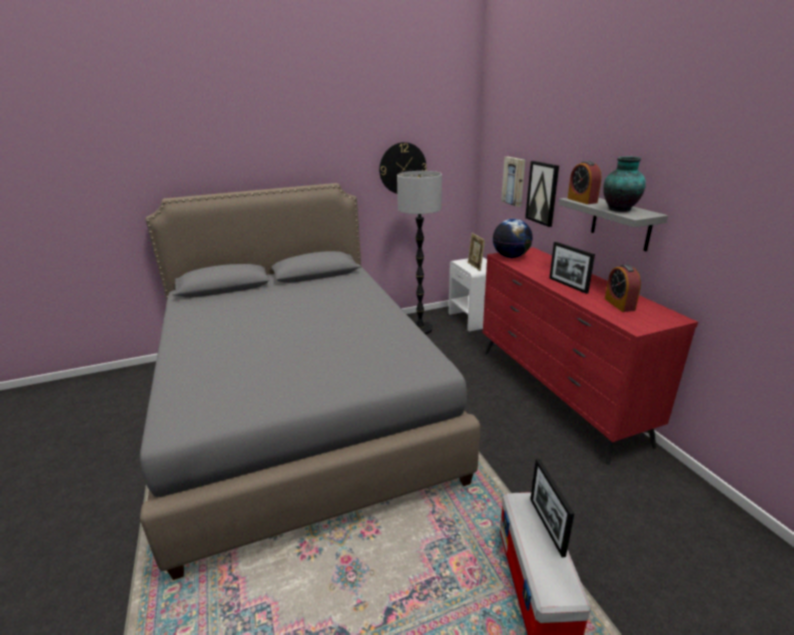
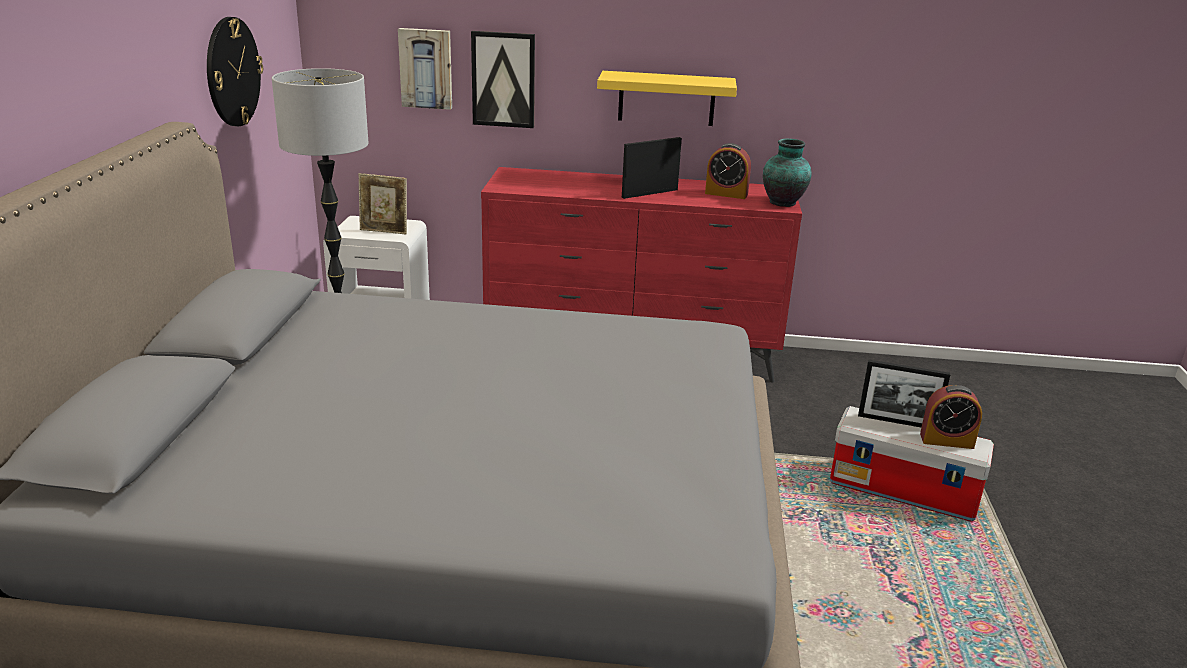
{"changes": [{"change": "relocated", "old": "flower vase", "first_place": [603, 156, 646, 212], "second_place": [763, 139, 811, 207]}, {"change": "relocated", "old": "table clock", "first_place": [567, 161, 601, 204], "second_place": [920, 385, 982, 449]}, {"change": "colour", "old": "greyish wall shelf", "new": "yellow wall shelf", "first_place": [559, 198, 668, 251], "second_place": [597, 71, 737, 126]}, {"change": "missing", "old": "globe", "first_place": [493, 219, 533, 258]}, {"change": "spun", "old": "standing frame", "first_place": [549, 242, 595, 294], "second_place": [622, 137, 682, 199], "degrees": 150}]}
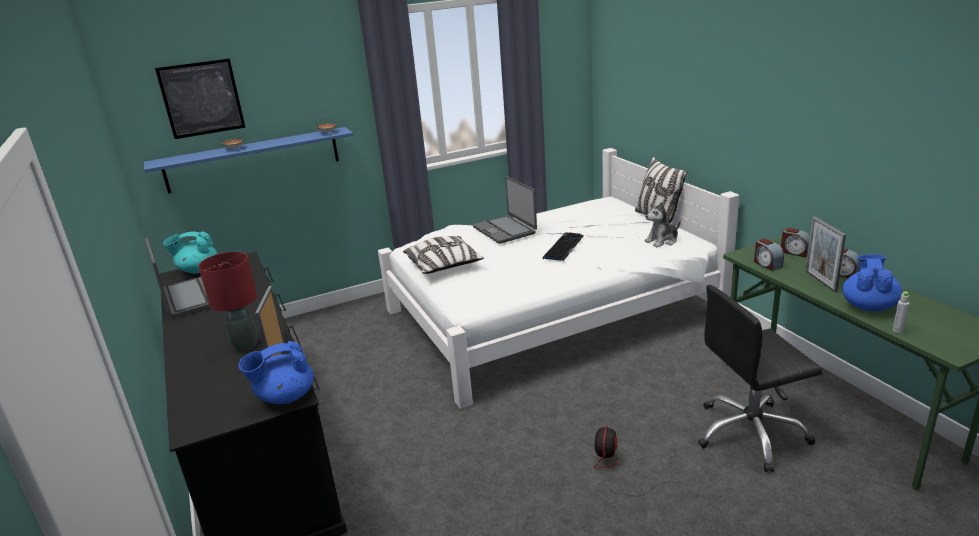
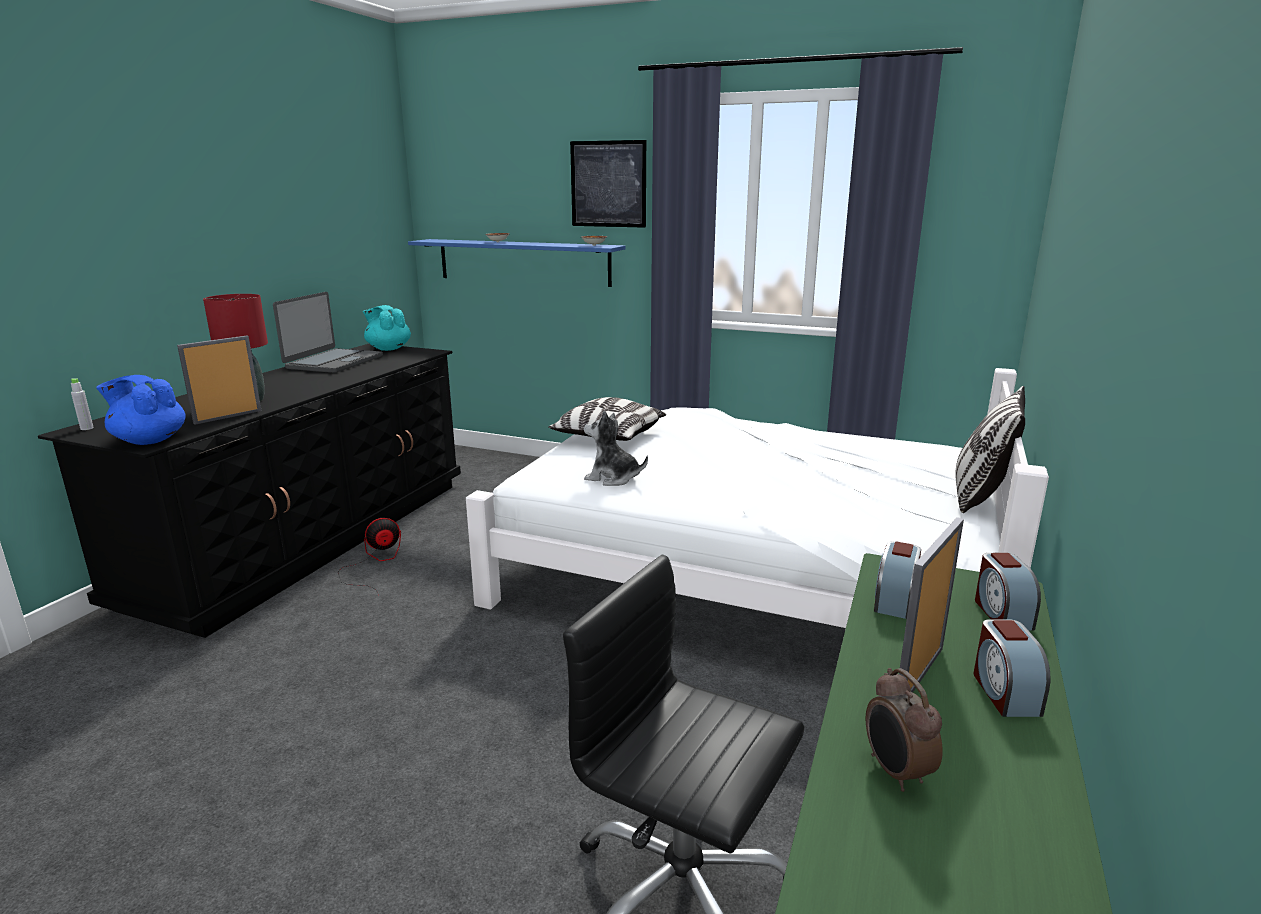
{"changes": [{"change": "relocated", "old": "wall picture", "first_place": [155, 59, 246, 139], "second_place": [570, 140, 646, 228]}, {"change": "missing", "old": "notebook computer", "first_place": [473, 176, 537, 244]}, {"change": "relocated", "old": "soft toy", "first_place": [644, 202, 681, 247], "second_place": [584, 411, 648, 486]}, {"change": "missing", "old": "keyboard", "first_place": [543, 232, 583, 261]}, {"change": "exchanged", "old": "blue tea pot", "new": "table clock", "first_place": [842, 254, 903, 312], "second_place": [866, 668, 943, 792]}, {"change": "relocated", "old": "greyish beverage bottle", "first_place": [893, 291, 909, 333], "second_place": [71, 378, 94, 430]}, {"change": "relocated", "old": "cooling fan", "first_place": [594, 426, 679, 496], "second_place": [338, 518, 401, 595]}]}
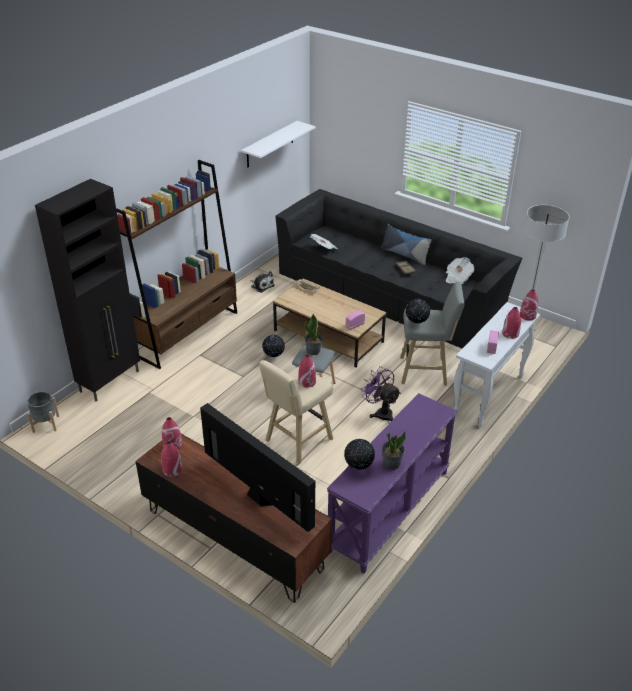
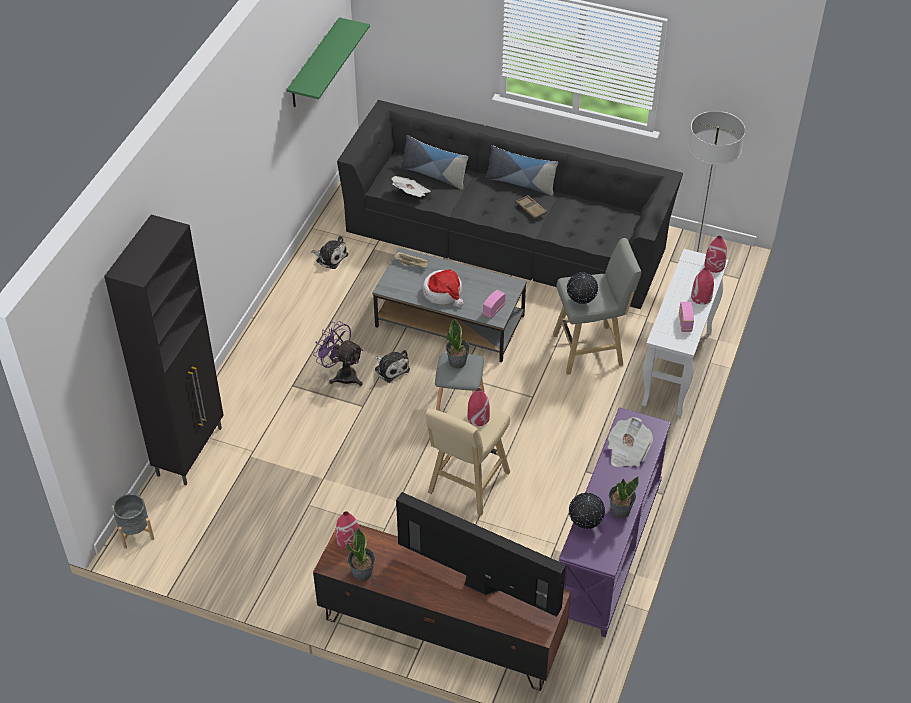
{"changes": [{"change": "colour", "old": "white wall shelf", "new": "green wall shelf", "first_place": [241, 121, 316, 167], "second_place": [287, 17, 370, 107]}, {"change": "missing", "old": "brownish bookcase", "first_place": [116, 160, 237, 369]}, {"change": "relocated", "old": "daily paper", "first_place": [446, 257, 474, 284], "second_place": [608, 417, 653, 467]}, {"change": "colour", "old": "brownish low table", "new": "greyish low table", "first_place": [273, 279, 387, 367], "second_place": [373, 248, 527, 362]}, {"change": "exchanged", "old": "globe", "new": "soft toy", "first_place": [262, 335, 285, 357], "second_place": [375, 350, 410, 383]}, {"change": "relocated", "old": "purple-coloured cooling fan", "first_place": [361, 366, 401, 421], "second_place": [313, 321, 363, 386]}, {"change": "exchanged", "old": "red-coloured flower vase", "new": "houseplant", "first_place": [161, 441, 182, 477], "second_place": [346, 528, 375, 581]}, {"change": "appeared", "new": "throw pillow", "second_place": [401, 135, 469, 190]}, {"change": "appeared", "new": "wearable hat", "second_place": [423, 269, 464, 307]}]}
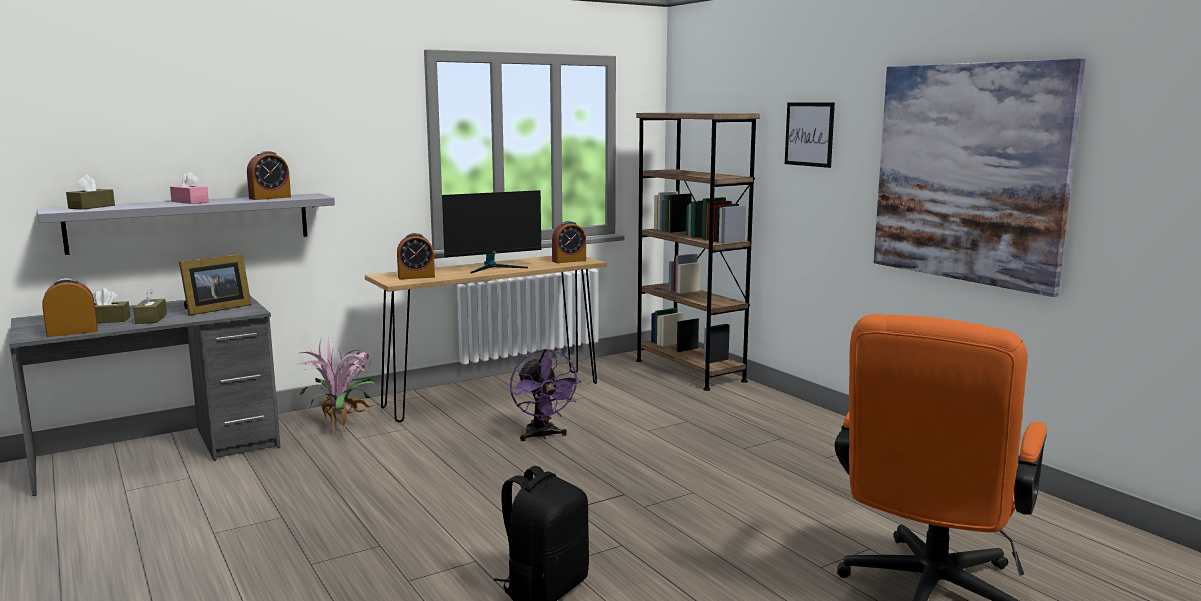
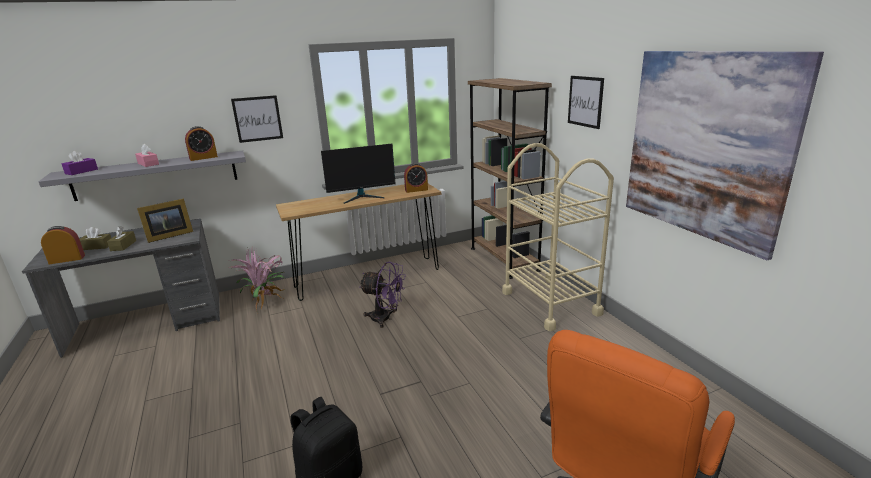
{"changes": [{"change": "colour", "old": "brownish tissue holder", "new": "purple-coloured tissue holder", "first_place": [66, 175, 115, 210], "second_place": [62, 151, 98, 175]}, {"change": "missing", "old": "table clock", "first_place": [397, 233, 435, 280]}, {"change": "spun", "old": "purple-coloured cooling fan", "first_place": [510, 349, 581, 441], "second_place": [359, 262, 406, 328], "degrees": -60}, {"change": "appeared", "new": "wall picture", "second_place": [231, 95, 283, 143]}, {"change": "appeared", "new": "sand-coloured cart", "second_place": [502, 143, 614, 331]}]}
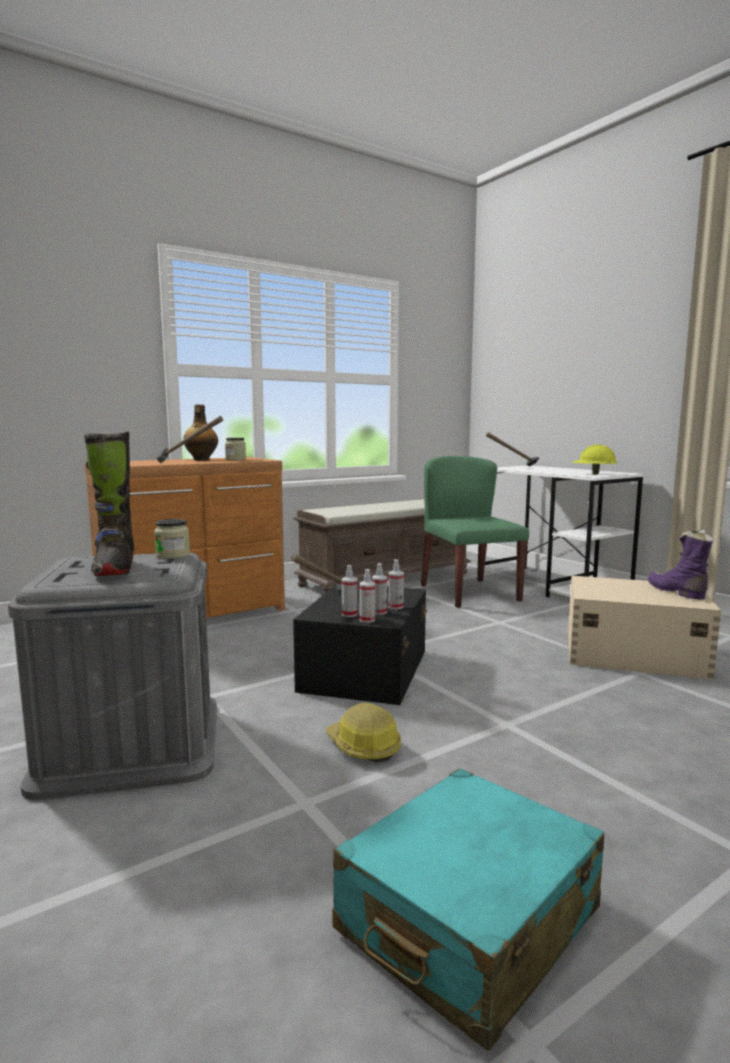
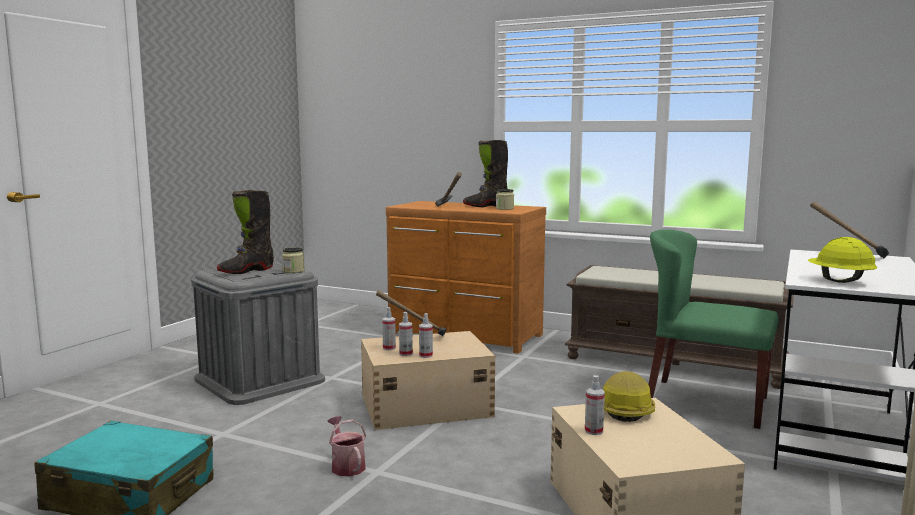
{"changes": [{"change": "exchanged", "old": "beverage bottle", "new": "black-coloured boot", "first_place": [183, 404, 218, 460], "second_place": [463, 140, 508, 207]}, {"change": "spun", "old": "green plain chair", "first_place": [421, 456, 529, 608], "second_place": [648, 229, 779, 429], "degrees": -105}, {"change": "missing", "old": "purple-coloured boot", "first_place": [648, 529, 714, 600]}, {"change": "relocated", "old": "hand sprayer", "first_place": [359, 569, 375, 623], "second_place": [585, 375, 605, 435]}, {"change": "colour", "old": "black-coloured storage box", "new": "sand-coloured storage box", "first_place": [293, 583, 427, 705], "second_place": [361, 331, 495, 430]}, {"change": "relocated", "old": "work helmet", "first_place": [325, 703, 401, 763], "second_place": [603, 371, 655, 422]}, {"change": "appeared", "new": "sprinkling can", "second_place": [328, 416, 366, 476]}]}
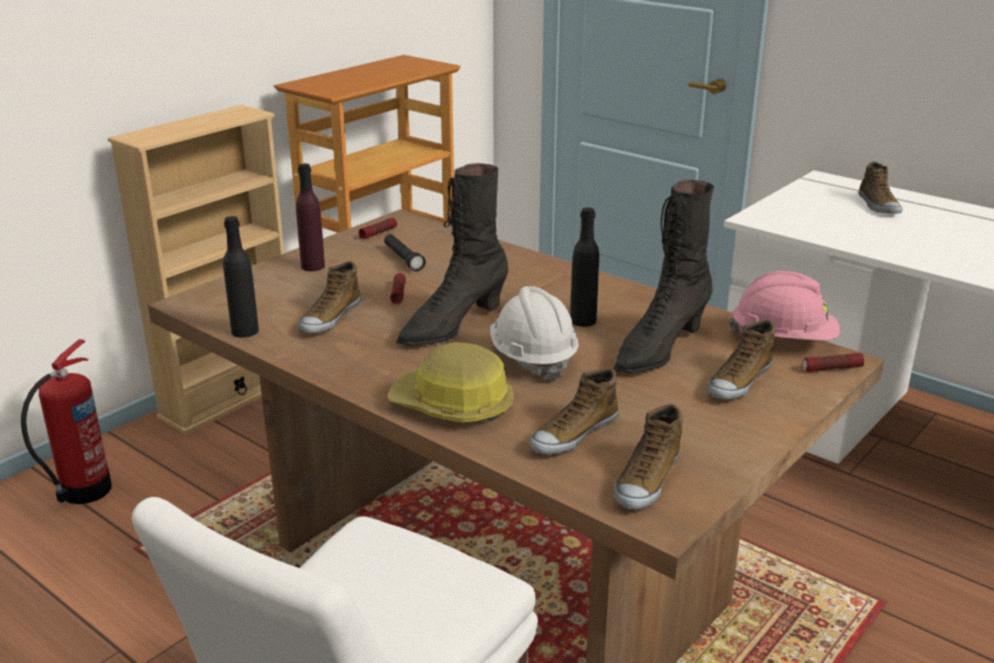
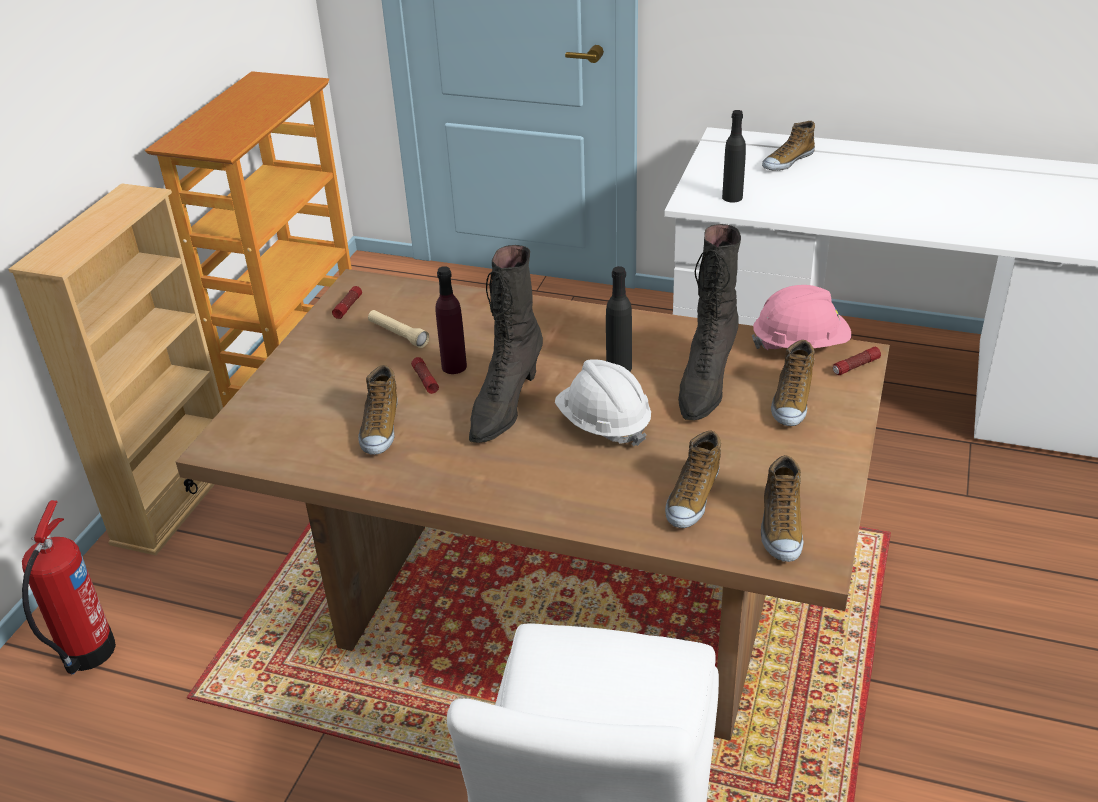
{"changes": [{"change": "spun", "old": "shoe", "first_place": [859, 162, 903, 214], "second_place": [762, 121, 815, 170], "degrees": 75}, {"change": "relocated", "old": "purple-coloured beverage bottle", "first_place": [296, 163, 325, 271], "second_place": [435, 266, 467, 374]}, {"change": "relocated", "old": "black-coloured beverage bottle", "first_place": [223, 216, 259, 338], "second_place": [722, 110, 746, 203]}, {"change": "colour", "old": "black-coloured torch", "new": "sand-coloured torch", "first_place": [384, 234, 425, 271], "second_place": [368, 310, 429, 348]}, {"change": "missing", "old": "work helmet", "first_place": [387, 342, 514, 423]}]}
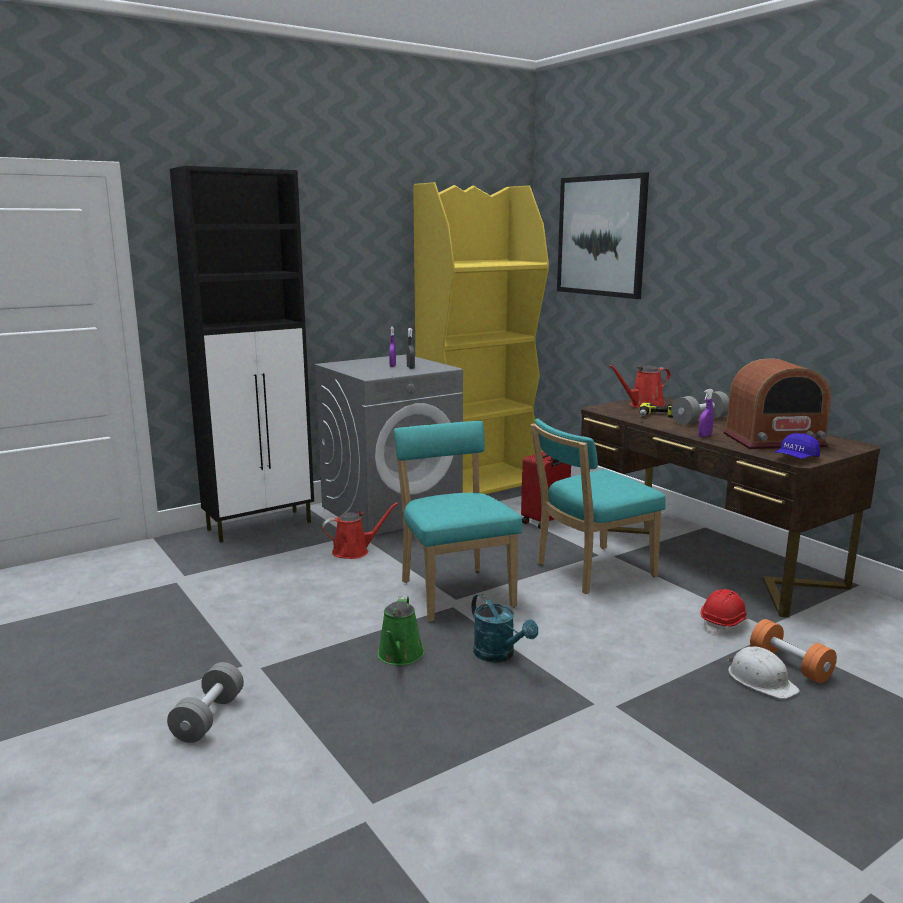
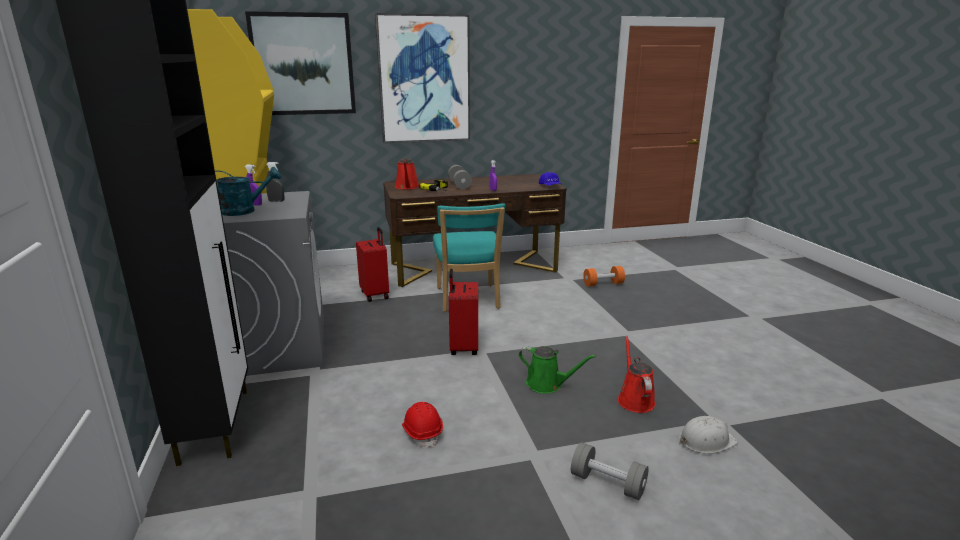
{"changes": [{"change": "missing", "old": "radio receiver", "first_place": [723, 359, 831, 449]}, {"change": "exchanged", "old": "blue-green plain chair", "new": "red-coloured travel case", "first_place": [394, 421, 522, 622], "second_place": [449, 269, 478, 355]}, {"change": "relocated", "old": "red-coloured sprinkling can", "first_place": [322, 502, 398, 559], "second_place": [618, 336, 655, 413]}, {"change": "relocated", "old": "red-coloured work helmet", "first_place": [701, 589, 748, 635], "second_place": [402, 402, 443, 448]}, {"change": "relocated", "old": "blue-green sprinkling can", "first_place": [471, 593, 538, 662], "second_place": [215, 167, 281, 216]}, {"change": "relocated", "old": "white work helmet", "first_place": [728, 646, 800, 699], "second_place": [680, 416, 738, 454]}, {"change": "appeared", "new": "wall picture", "second_place": [375, 13, 470, 143]}]}
